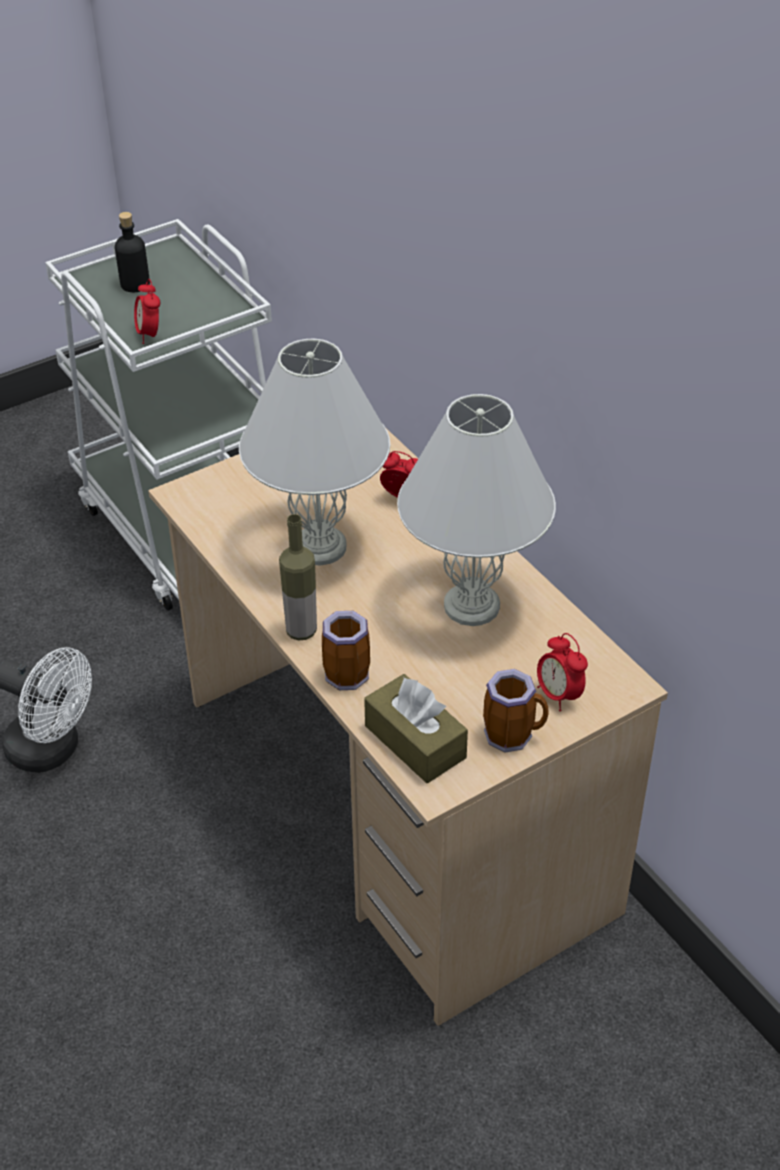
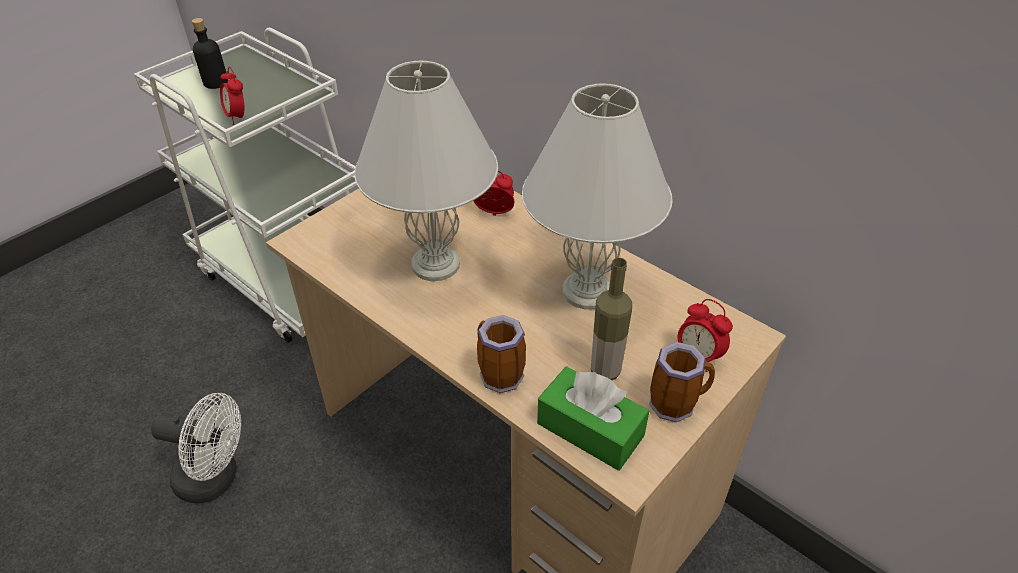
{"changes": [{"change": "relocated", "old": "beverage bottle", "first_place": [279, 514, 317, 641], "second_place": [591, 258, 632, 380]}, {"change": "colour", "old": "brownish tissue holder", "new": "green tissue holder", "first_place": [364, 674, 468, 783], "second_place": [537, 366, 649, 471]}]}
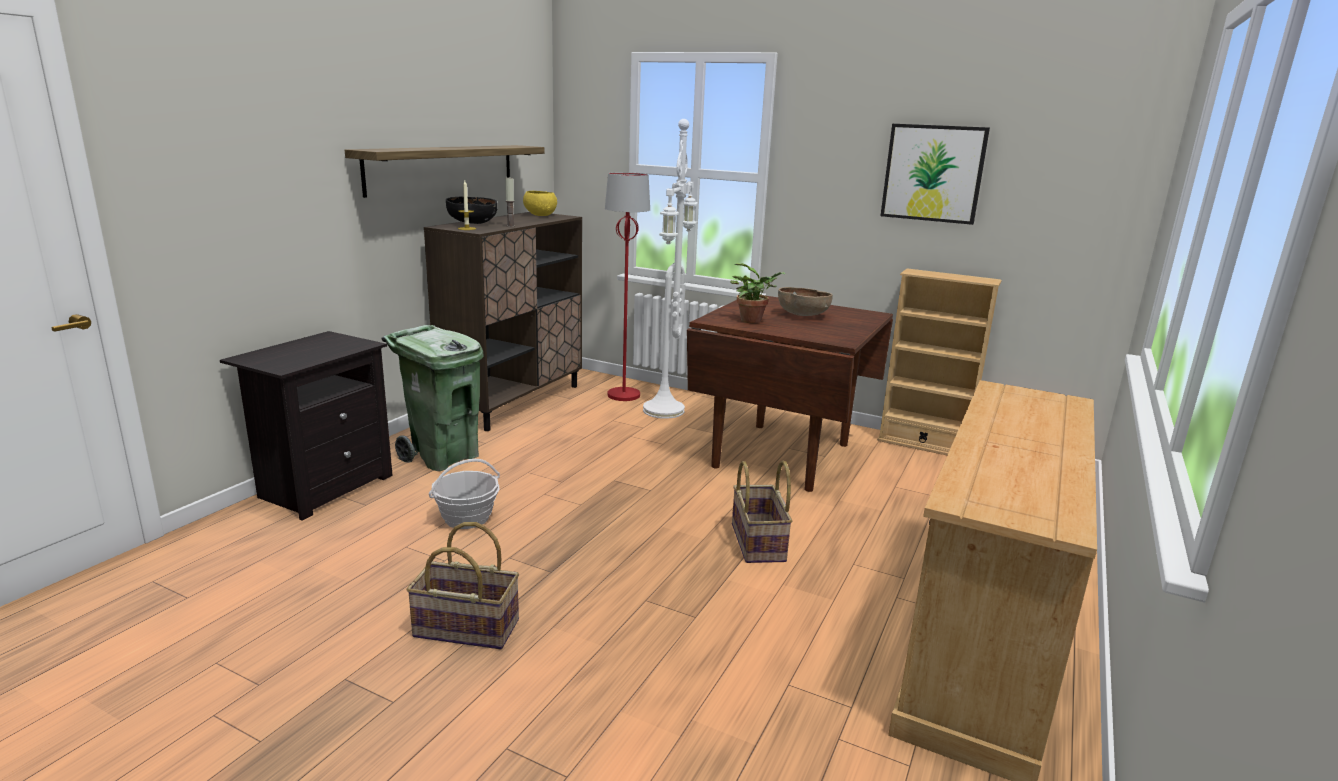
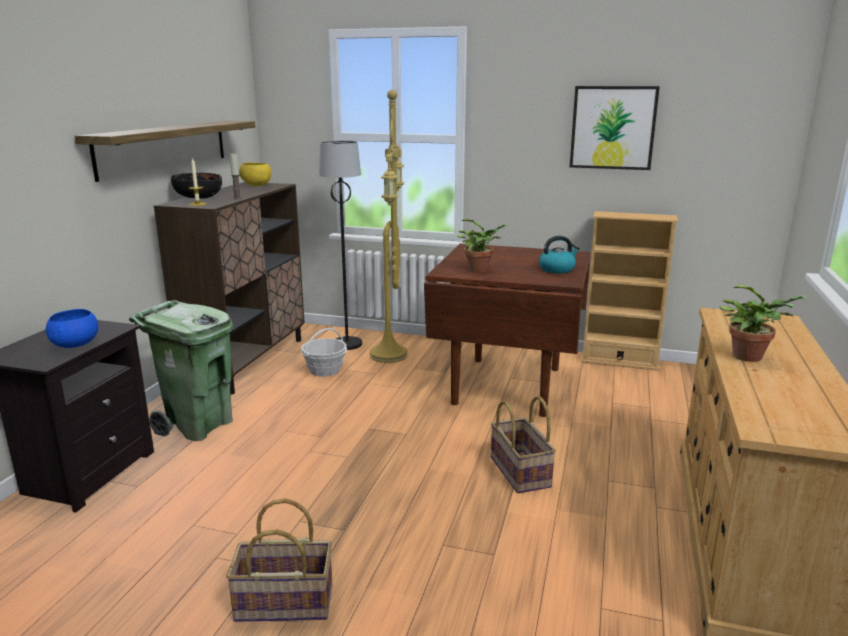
{"changes": [{"change": "colour", "old": "white standard lamp", "new": "yellow standard lamp", "first_place": [643, 119, 698, 419], "second_place": [370, 90, 407, 363]}, {"change": "colour", "old": "red-coloured standard lamp", "new": "black-coloured standard lamp", "first_place": [605, 172, 650, 401], "second_place": [319, 141, 362, 350]}, {"change": "missing", "old": "brownish bowl", "first_place": [778, 287, 833, 316]}, {"change": "relocated", "old": "basket", "first_place": [429, 459, 500, 529], "second_place": [301, 328, 347, 377]}, {"change": "appeared", "new": "kettle", "second_place": [539, 236, 580, 273]}, {"change": "appeared", "new": "houseplant", "second_place": [720, 285, 809, 362]}, {"change": "appeared", "new": "blue bowl", "second_place": [45, 309, 99, 348]}]}
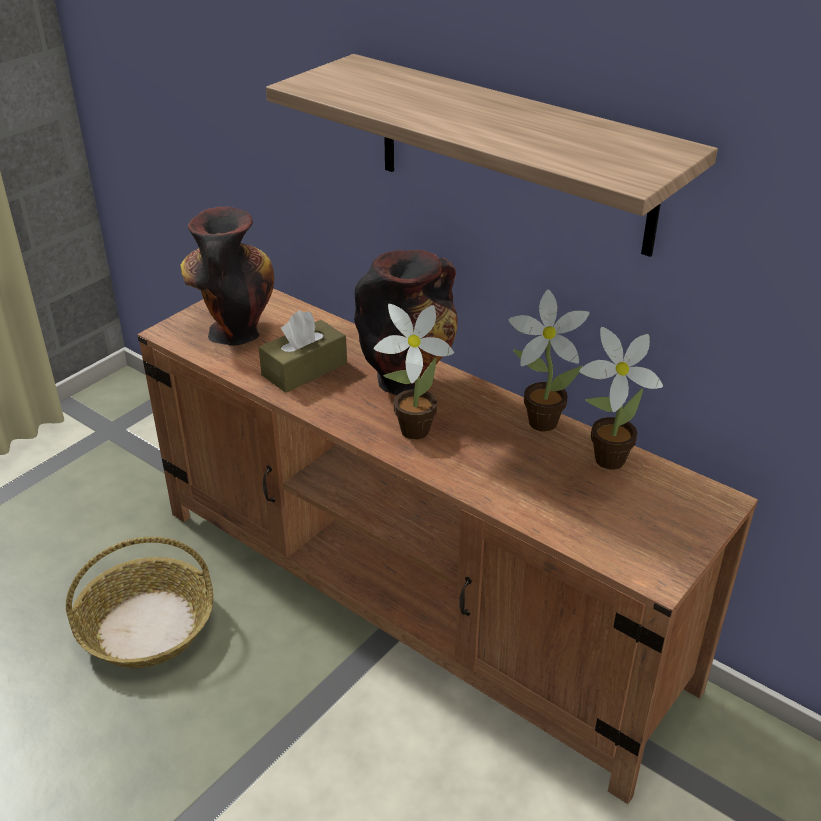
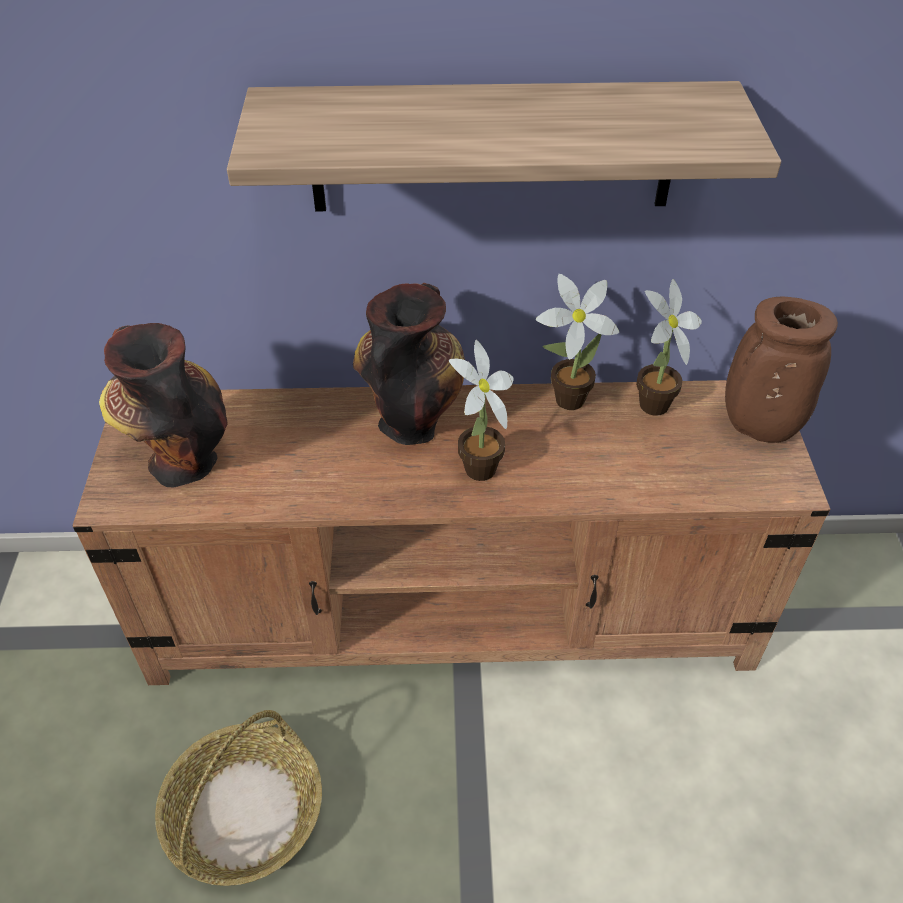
{"changes": [{"change": "missing", "old": "brownish tissue holder", "first_place": [259, 310, 347, 393]}, {"change": "appeared", "new": "brownish flower vase", "second_place": [725, 296, 838, 443]}]}
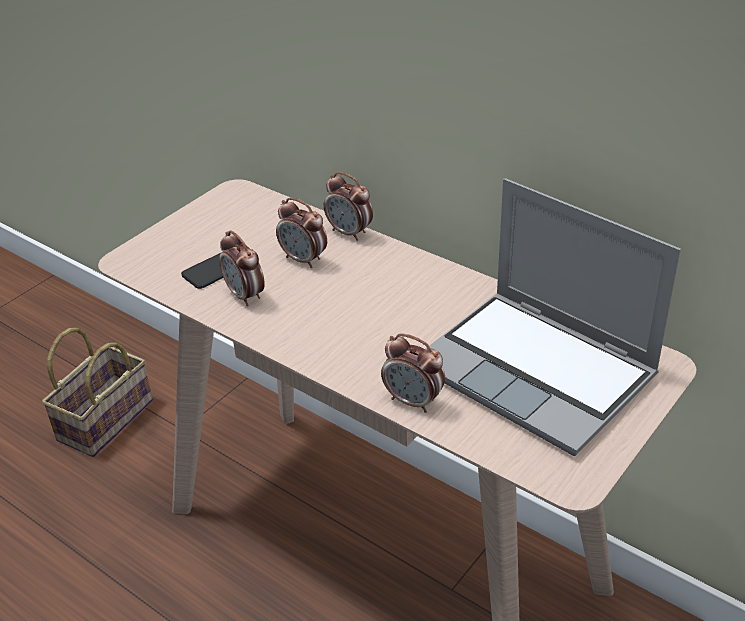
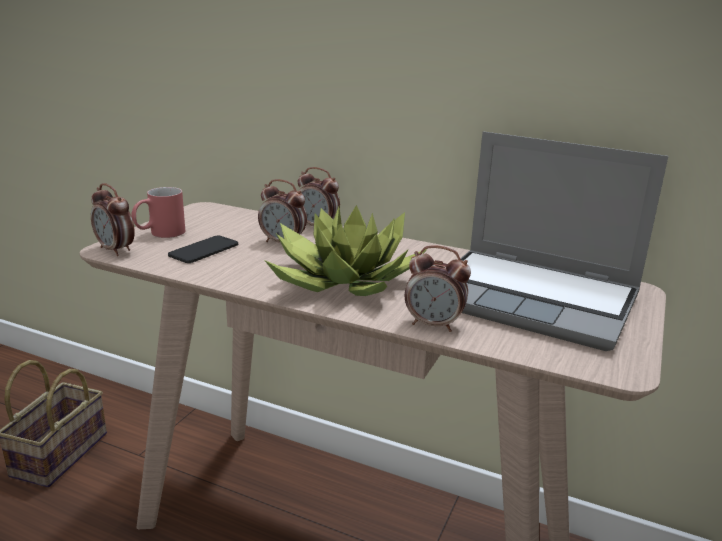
{"changes": [{"change": "relocated", "old": "table clock", "first_place": [219, 230, 265, 306], "second_place": [91, 183, 135, 256]}, {"change": "appeared", "new": "red-coloured tea mug", "second_place": [131, 187, 185, 238]}, {"change": "appeared", "new": "houseplant", "second_place": [264, 205, 427, 296]}]}
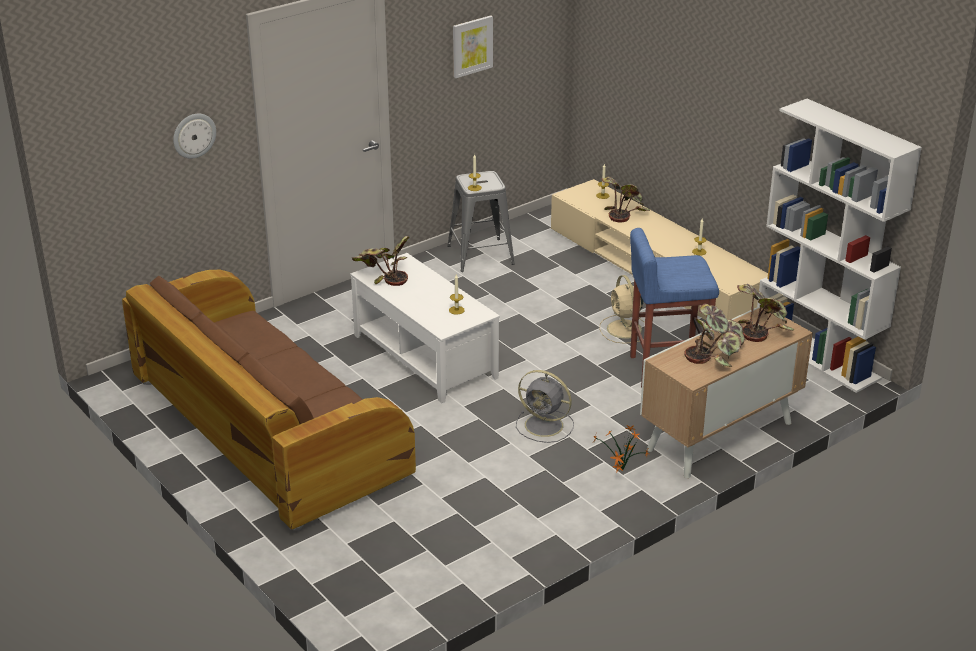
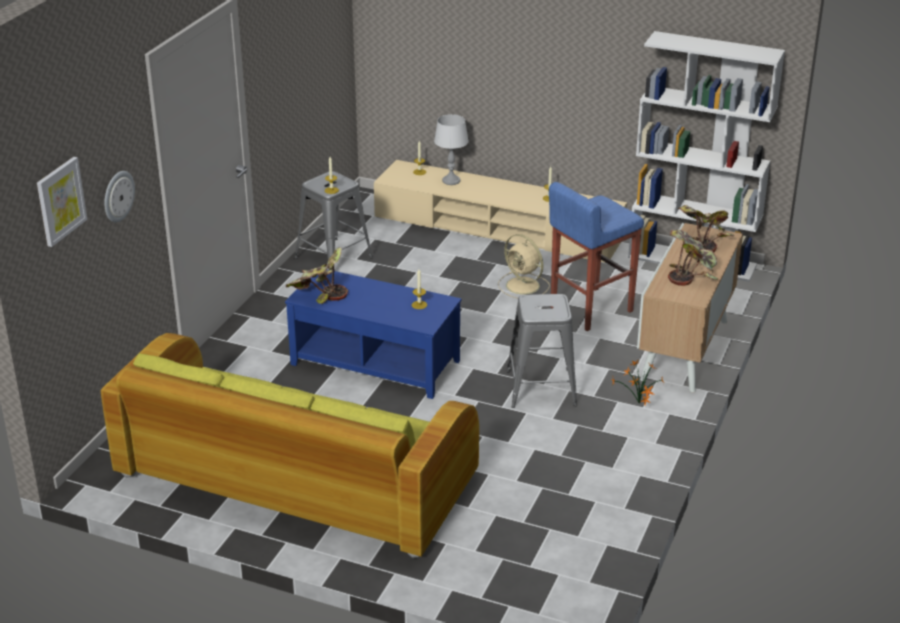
{"changes": [{"change": "relocated", "old": "wall picture", "first_place": [453, 15, 493, 78], "second_place": [37, 157, 87, 247]}, {"change": "exchanged", "old": "houseplant", "new": "greyish tabletop lamp", "first_place": [601, 177, 650, 222], "second_place": [434, 114, 469, 185]}, {"change": "colour", "old": "white low table", "new": "blue low table", "first_place": [350, 253, 500, 403], "second_place": [285, 269, 462, 399]}, {"change": "colour", "old": "brownish couch", "new": "green couch", "first_place": [122, 270, 416, 531], "second_place": [101, 333, 479, 558]}, {"change": "exchanged", "old": "greyish cooling fan", "new": "greyish stool", "first_place": [516, 370, 574, 443], "second_place": [507, 294, 577, 408]}]}
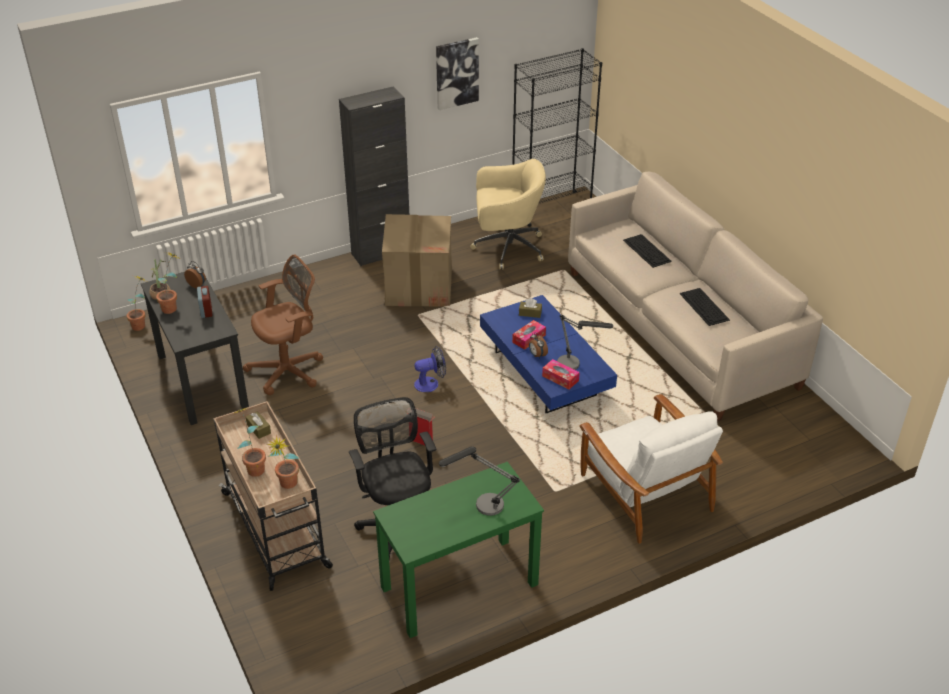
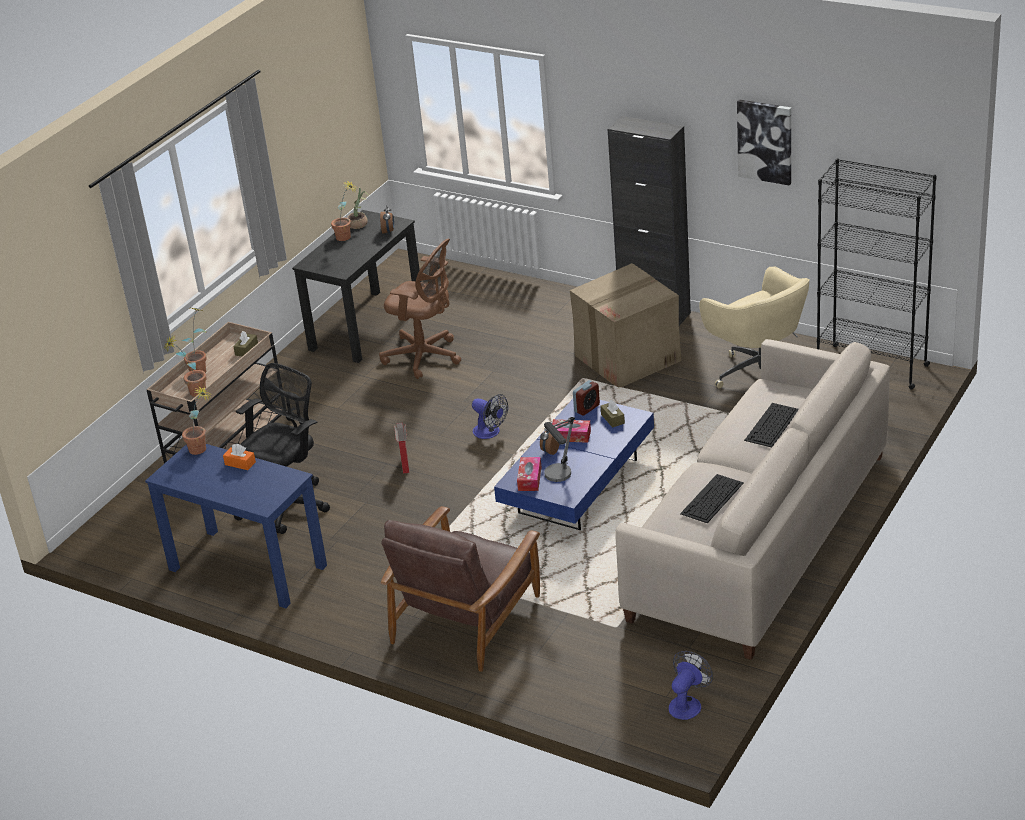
{"changes": [{"change": "relocated", "old": "houseplant", "first_place": [127, 276, 147, 331], "second_place": [182, 385, 210, 455]}, {"change": "relocated", "old": "table clock", "first_place": [197, 286, 212, 318], "second_place": [573, 380, 600, 415]}, {"change": "colour", "old": "white easy chair", "new": "brownish easy chair", "first_place": [579, 394, 723, 544], "second_place": [381, 506, 540, 672]}, {"change": "missing", "old": "tabletop lamp", "first_place": [439, 446, 520, 516]}, {"change": "colour", "old": "green desk unit", "new": "blue desk unit", "first_place": [373, 462, 544, 638], "second_place": [145, 444, 327, 608]}, {"change": "appeared", "new": "orange-coloured tissue holder", "second_place": [223, 444, 256, 470]}, {"change": "appeared", "new": "cooling fan", "second_place": [669, 651, 713, 720]}]}
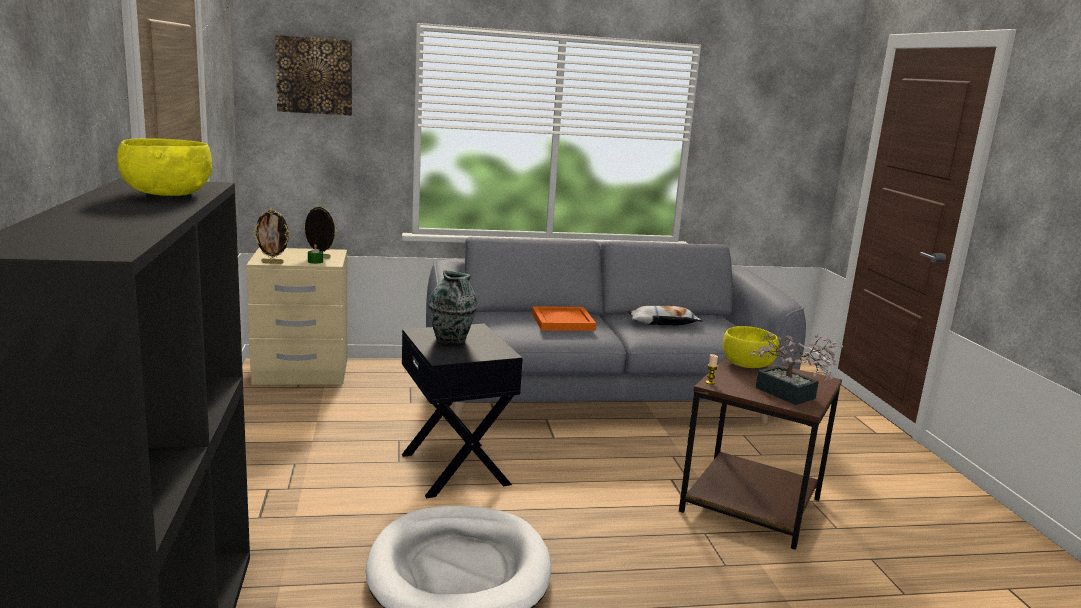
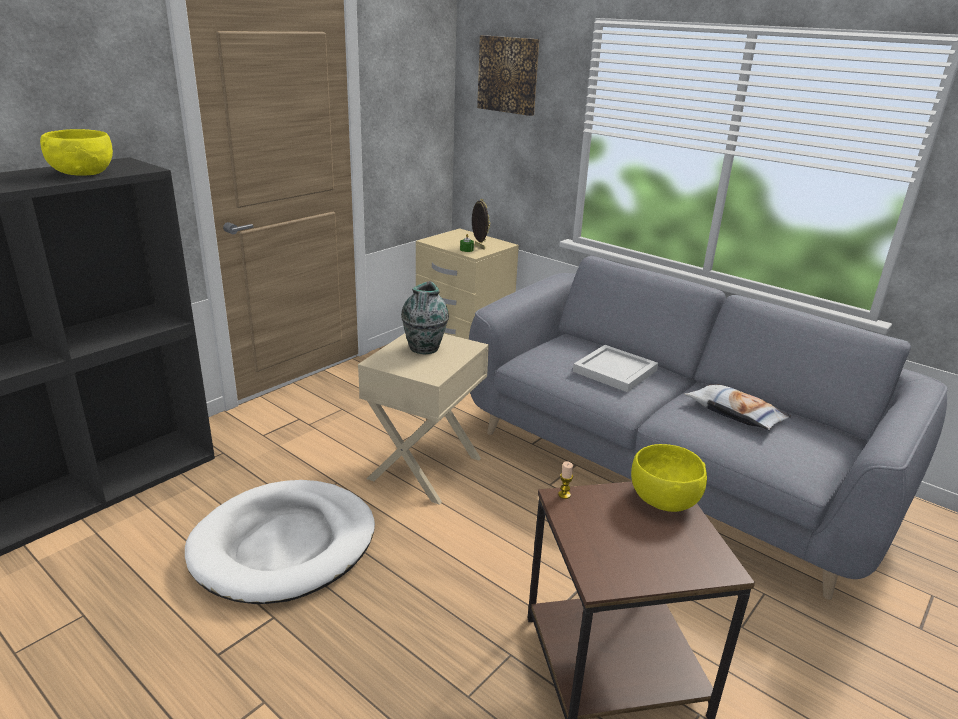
{"changes": [{"change": "missing", "old": "standing frame", "first_place": [253, 208, 291, 264]}, {"change": "colour", "old": "orange-coloured tray", "new": "white tray", "first_place": [532, 306, 596, 331], "second_place": [573, 345, 658, 392]}, {"change": "colour", "old": "black-coloured side table", "new": "sand-coloured side table", "first_place": [402, 323, 523, 498], "second_place": [358, 333, 489, 505]}, {"change": "missing", "old": "houseplant", "first_place": [750, 333, 843, 405]}]}
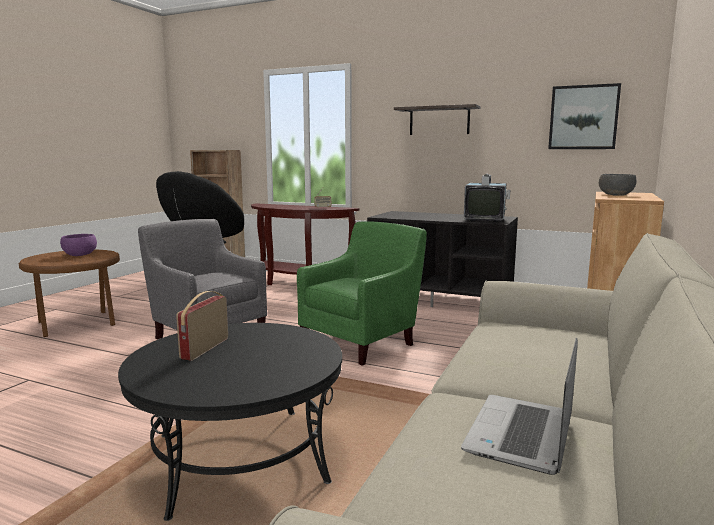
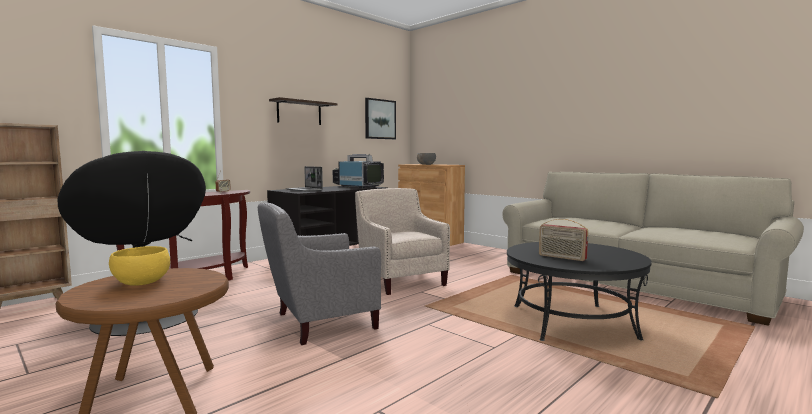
{"changes": [{"change": "colour", "old": "green easy chair", "new": "sand-coloured easy chair", "first_place": [297, 221, 427, 366], "second_place": [355, 188, 450, 295]}, {"change": "colour", "old": "purple-coloured bowl", "new": "yellow bowl", "first_place": [60, 234, 97, 256], "second_place": [109, 246, 170, 286]}, {"change": "relocated", "old": "notebook computer", "first_place": [461, 338, 578, 475], "second_place": [286, 166, 323, 192]}]}
